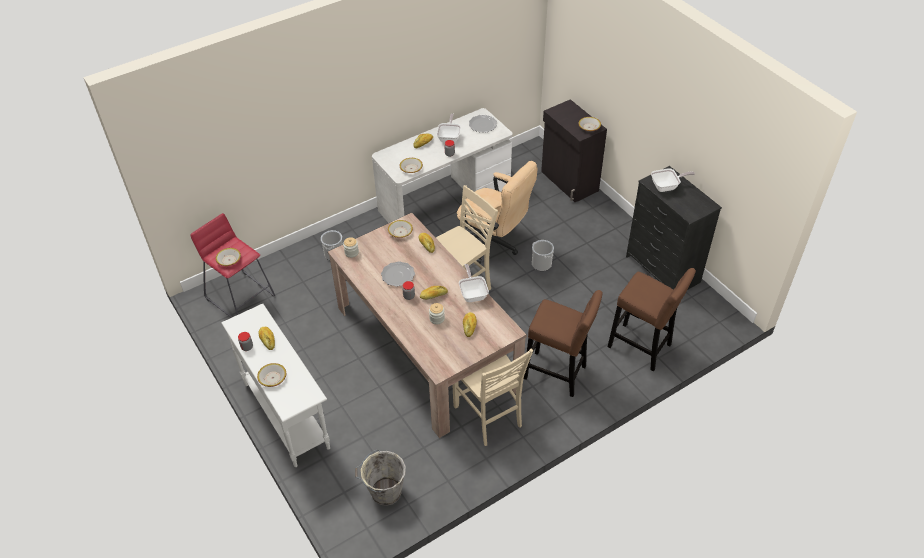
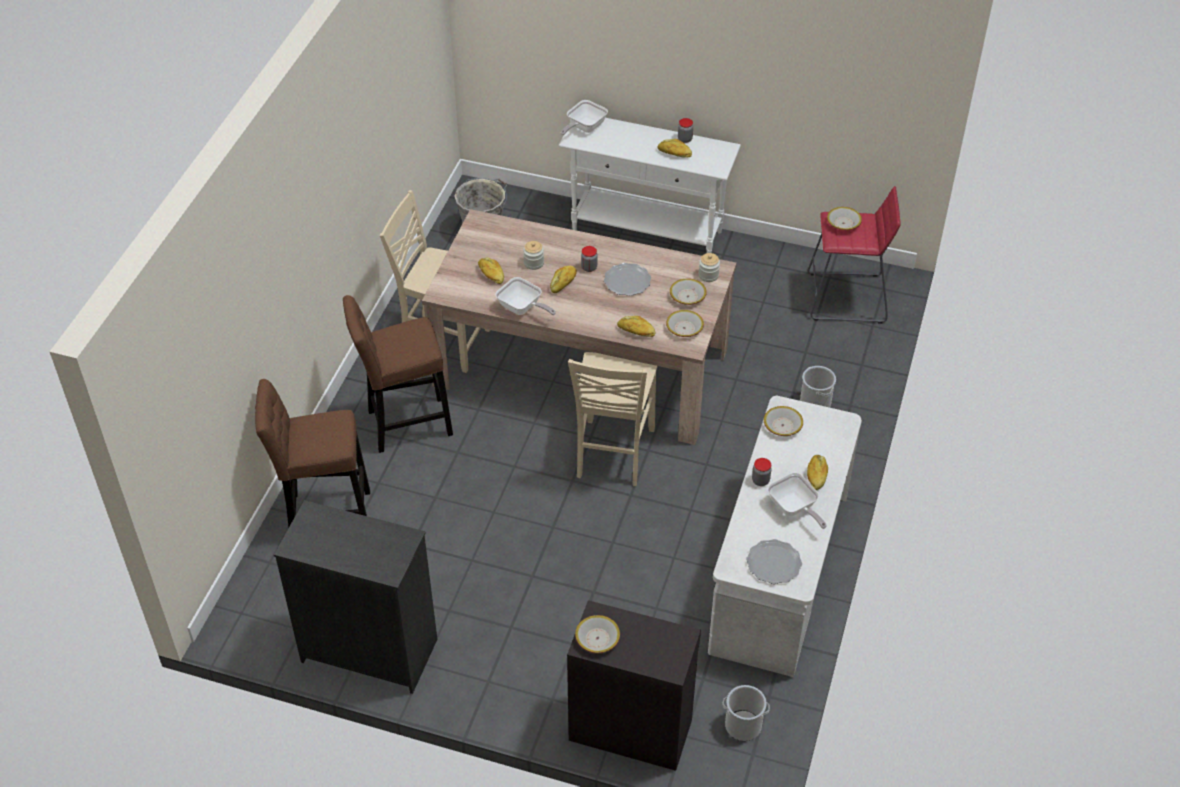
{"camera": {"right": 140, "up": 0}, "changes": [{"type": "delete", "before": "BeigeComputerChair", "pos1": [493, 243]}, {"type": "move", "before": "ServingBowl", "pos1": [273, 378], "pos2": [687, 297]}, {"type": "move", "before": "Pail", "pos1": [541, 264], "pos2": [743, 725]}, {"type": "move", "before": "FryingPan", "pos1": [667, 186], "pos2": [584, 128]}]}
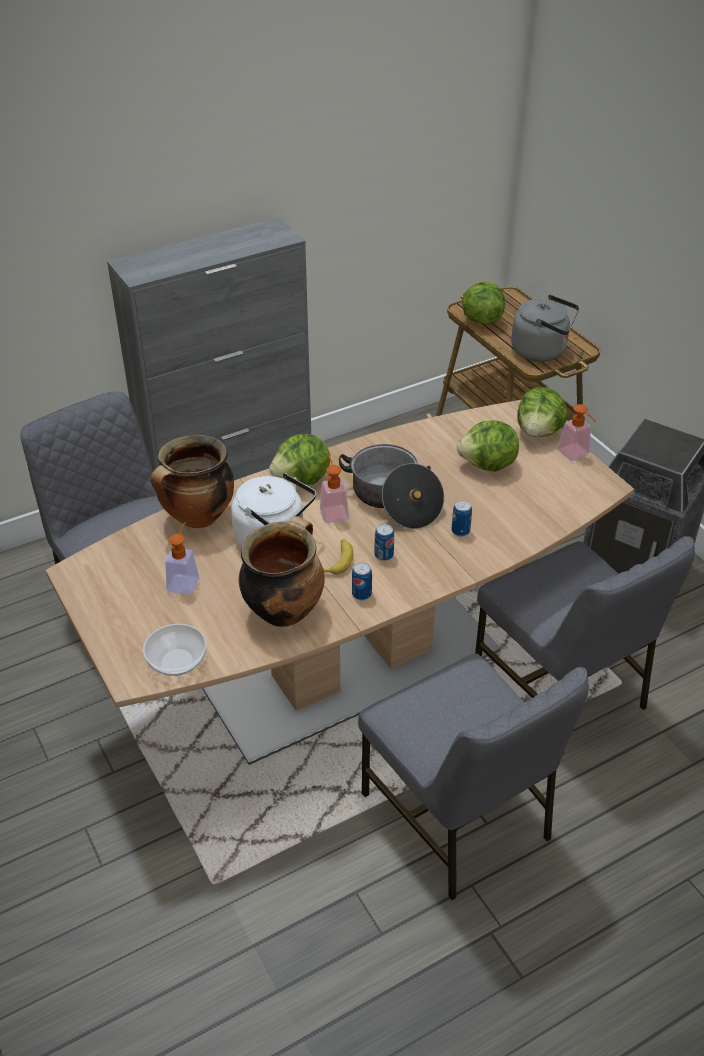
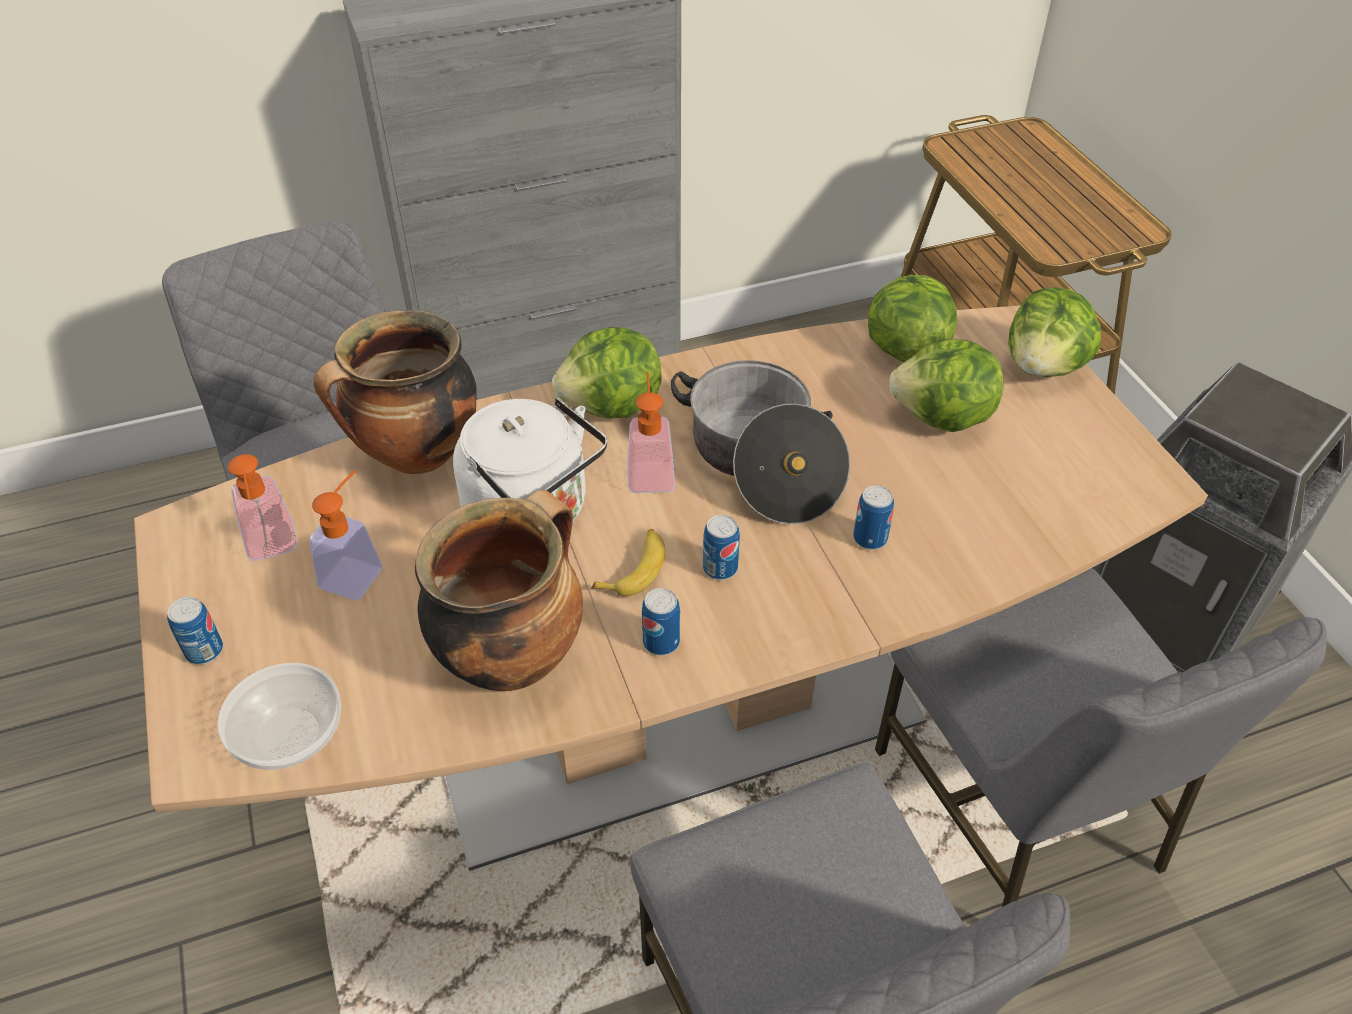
{"camera": {"right": 10, "up": 5}, "changes": [{"type": "delete", "before": "GreyWaterKettle", "pos1": [542, 351]}, {"type": "insert", "after": "MetalCan", "pos2": [204, 651]}, {"type": "move", "before": "HeadOfLettuce", "pos1": [480, 319], "pos2": [904, 349]}, {"type": "move", "before": "LiquidSoapBottle", "pos1": [576, 455], "pos2": [273, 548]}]}
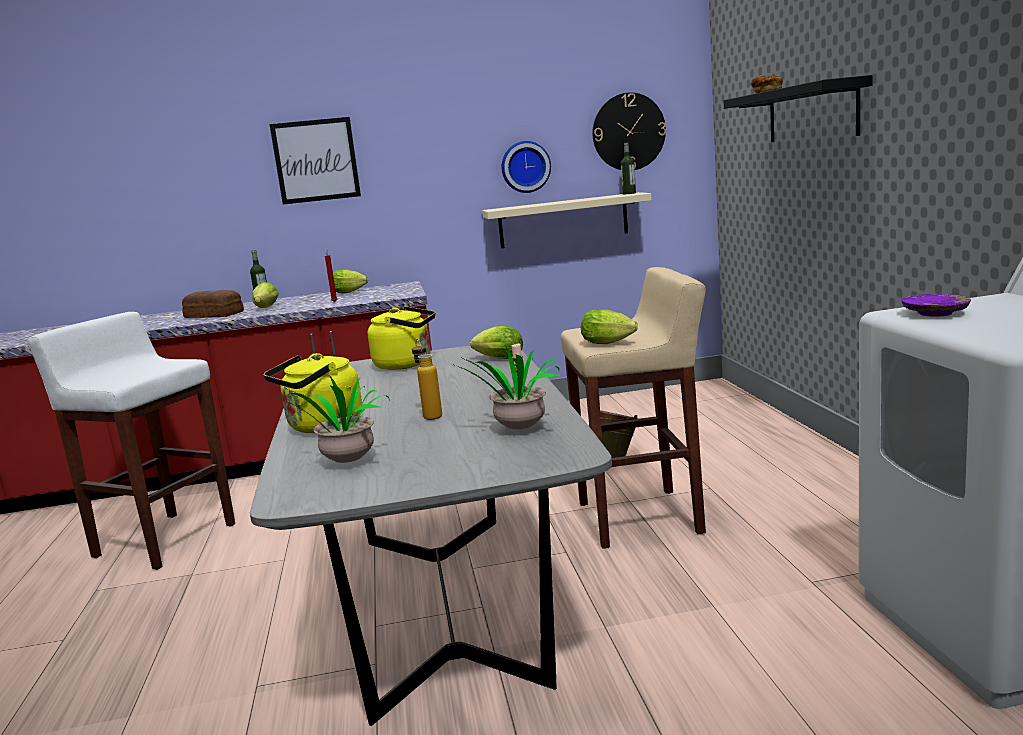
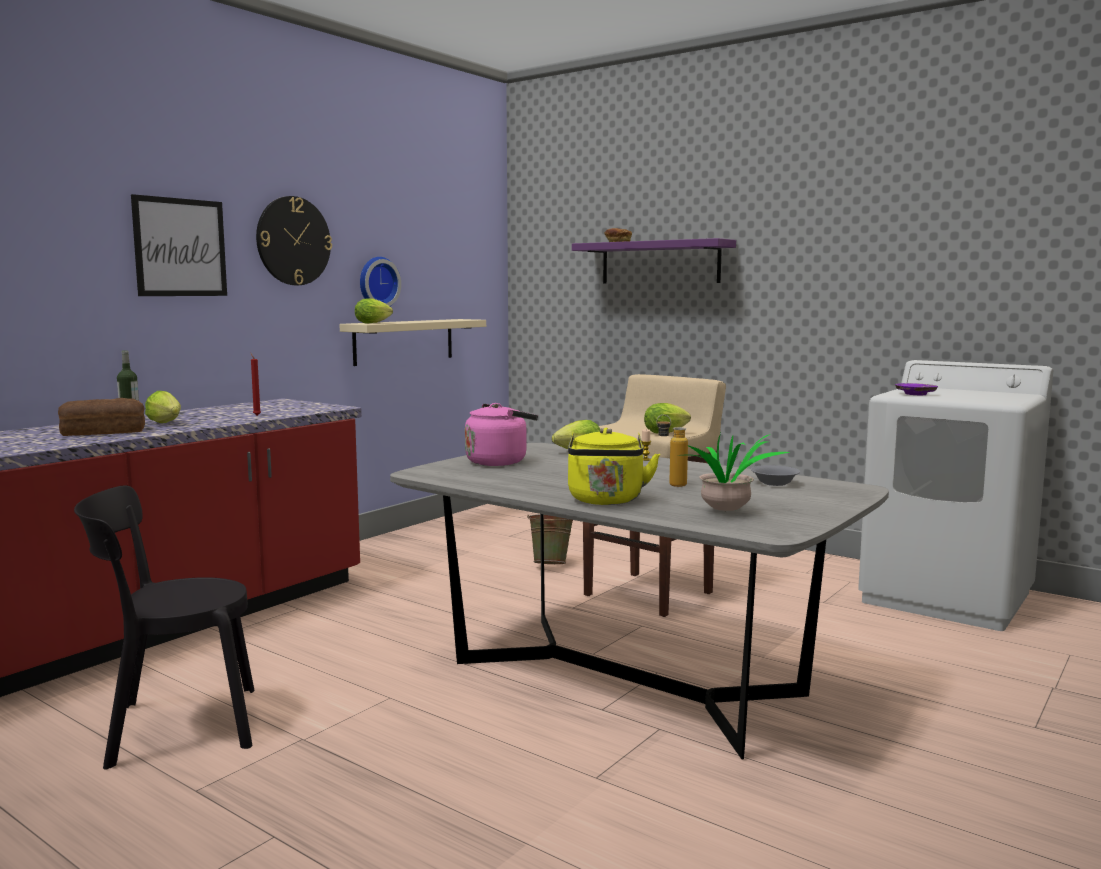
{"camera": {"right": -45, "up": -5}, "changes": [{"type": "delete", "before": "Bottle", "pos1": [629, 193]}, {"type": "move", "before": "HeadOfLettuce", "pos1": [351, 292], "pos2": [374, 323]}, {"type": "move", "before": "WallClock", "pos1": [628, 132], "pos2": [293, 241]}, {"type": "replace", "before": "WhiteColouredStoolSeat", "after": "BlackUprightChair", "pos1": [164, 540], "pos2": [175, 727]}, {"type": "replace", "before": "PottedPlant", "after": "GreyServingBowl", "pos1": [519, 431], "pos2": [774, 483]}, {"type": "recolor", "before": "YellowColouredWaterKettle", "after": "PinkColouredWaterKettle", "pos1": [407, 364], "pos2": [499, 461]}, {"type": "recolor", "before": "BlackBracketShelf", "after": "PurpleColouredBracketShelf", "pos1": [811, 113], "pos2": [660, 262]}]}
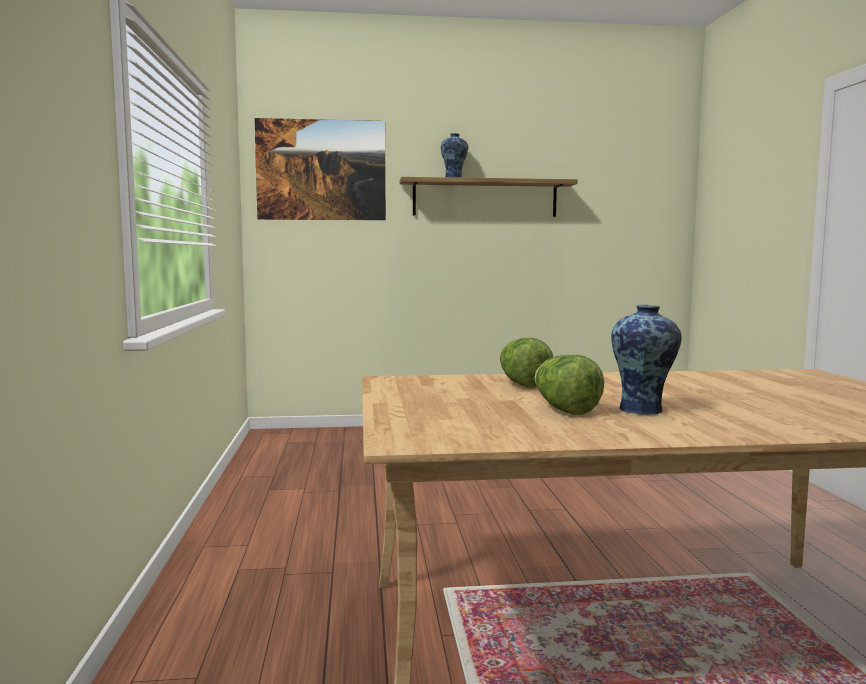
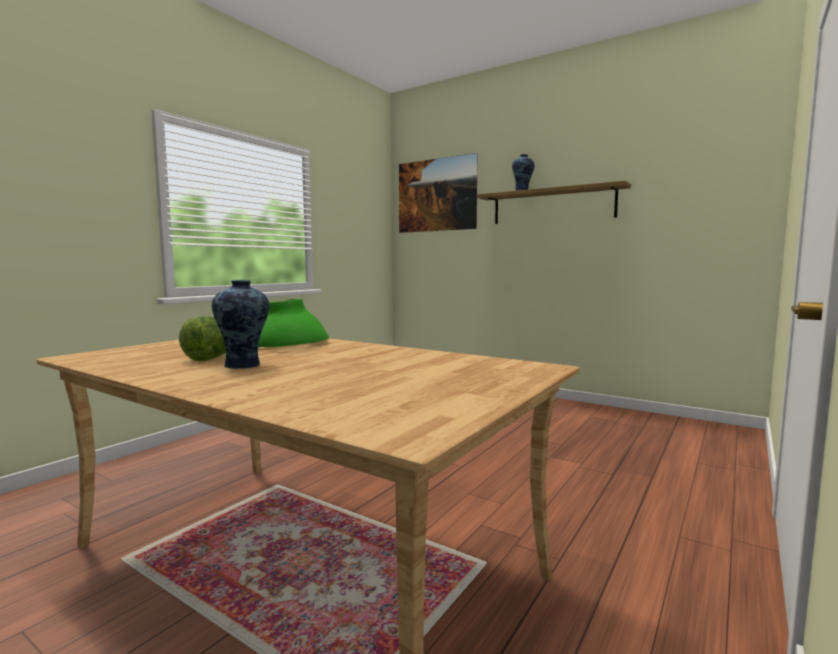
{"camera": {"right": 40, "up": 0}, "changes": [{"type": "replace", "before": "HeadOfLettuce", "after": "GreenColouredVase", "pos1": [522, 384], "pos2": [289, 343]}]}
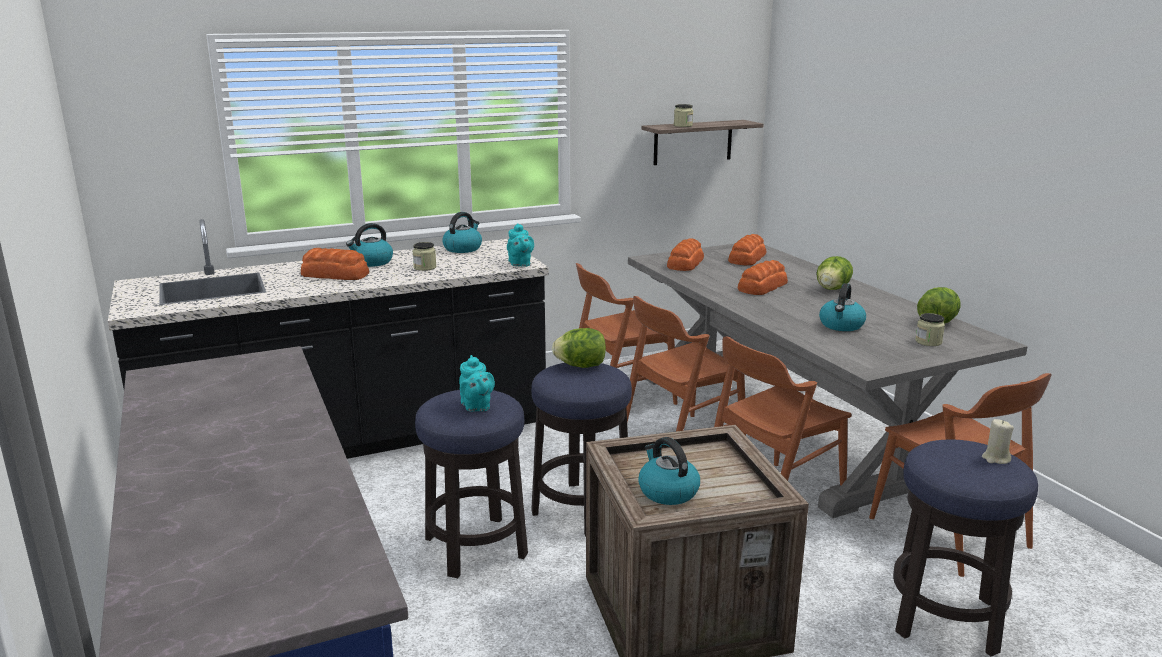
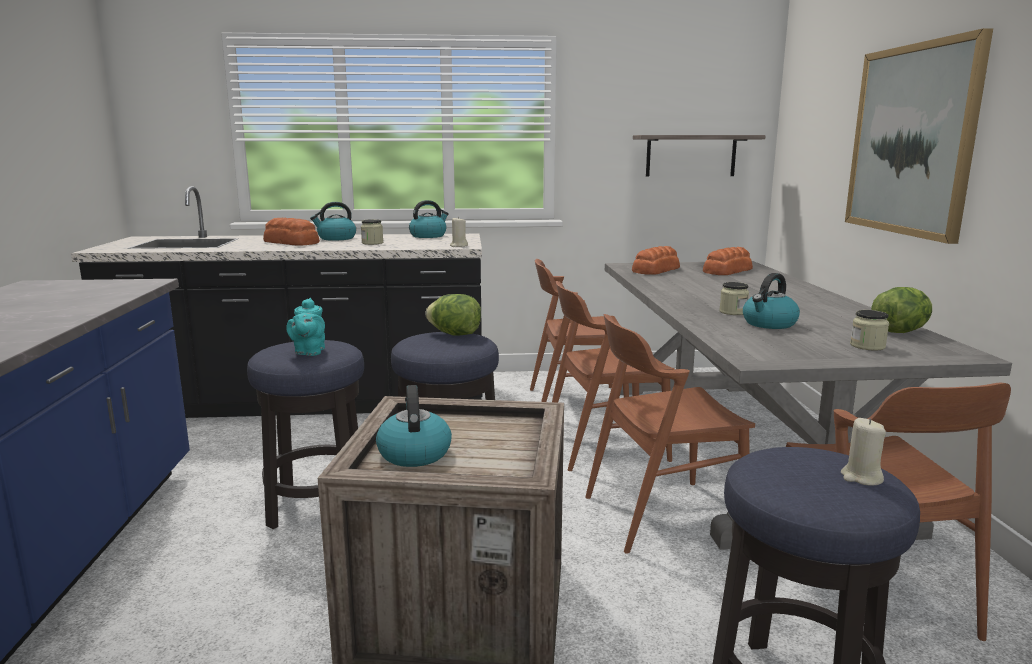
{"camera": {"right": 20, "up": -5}, "changes": [{"type": "delete", "before": "BakeryBread", "pos1": [761, 287]}, {"type": "delete", "before": "HeadOfLettuce", "pos1": [832, 289]}, {"type": "insert", "after": "WallArt", "pos2": [911, 140]}, {"type": "move", "before": "StorageJar", "pos1": [683, 125], "pos2": [733, 312]}, {"type": "replace", "before": "TurquoiseColouredTeapot", "after": "BeigeWaxLight", "pos1": [520, 264], "pos2": [458, 246]}]}
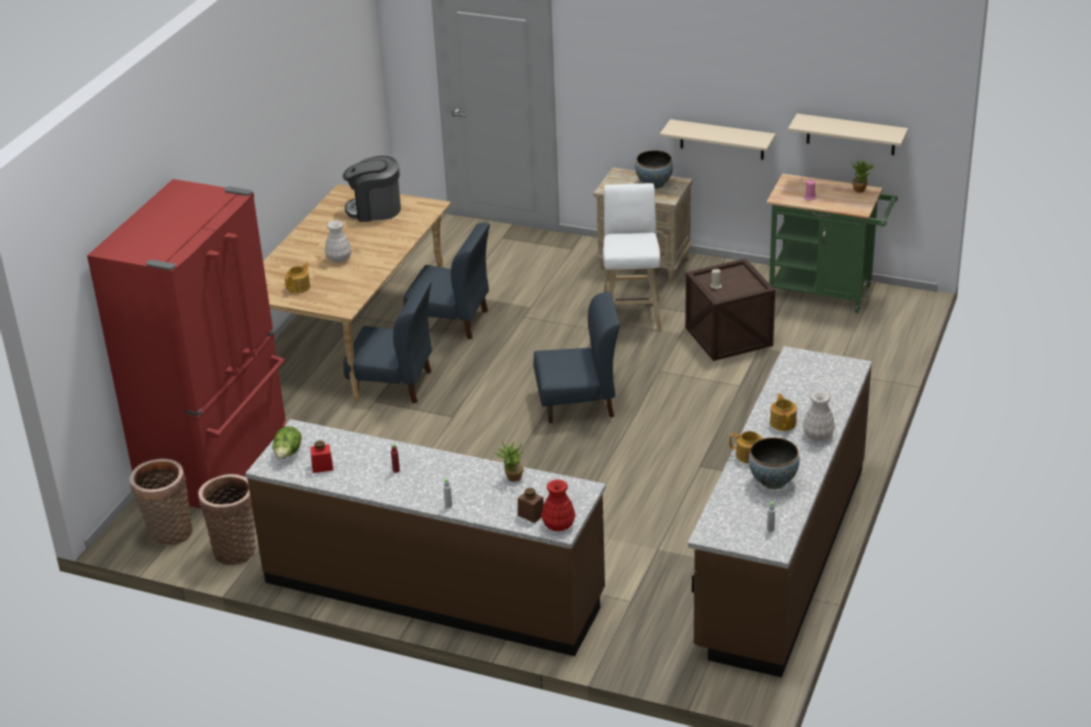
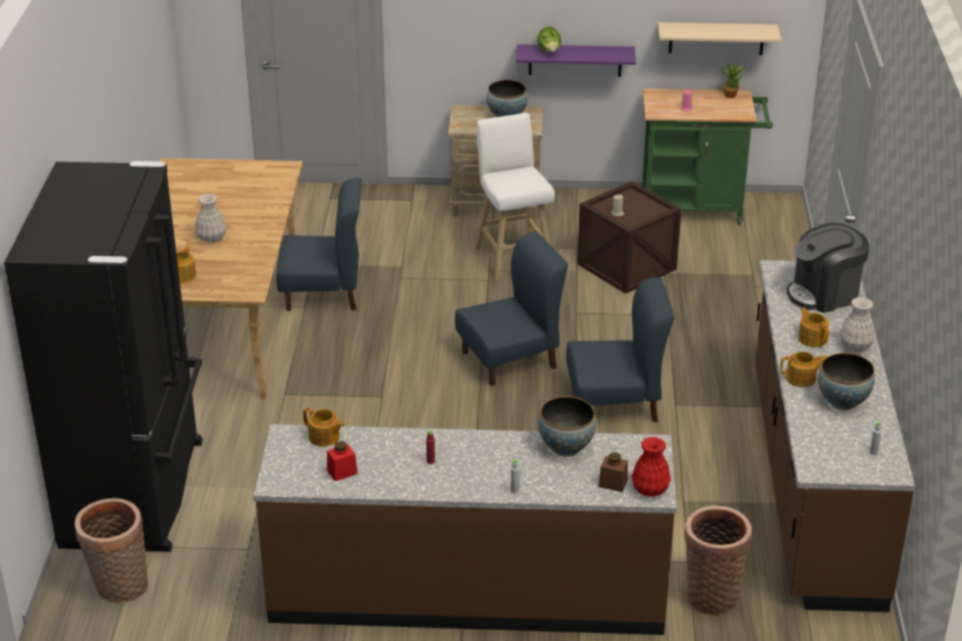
{"camera": {"right": -20, "up": 0}, "changes": [{"type": "insert", "after": "Teapot", "pos2": [324, 437]}, {"type": "move", "before": "Basket", "pos1": [235, 549], "pos2": [711, 595]}, {"type": "move", "before": "HeadOfLettuce", "pos1": [288, 454], "pos2": [549, 52]}, {"type": "move", "before": "CoffeeMaker", "pos1": [375, 210], "pos2": [824, 294]}, {"type": "move", "before": "BluishUprightChair", "pos1": [393, 384], "pos2": [615, 403]}, {"type": "replace", "before": "PottedPlant", "after": "ServingBowl", "pos1": [511, 478], "pos2": [566, 447]}, {"type": "recolor", "before": "ReddishRefrigerator", "after": "BlackRefrigerator", "pos1": [219, 461], "pos2": [137, 492]}, {"type": "recolor", "before": "BeigeBracketShelf", "after": "PurpleColouredBracketShelf", "pos1": [722, 139], "pos2": [575, 60]}]}
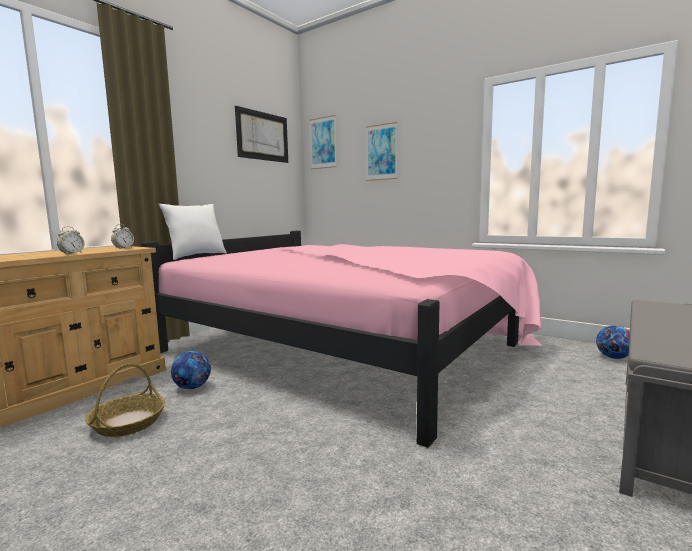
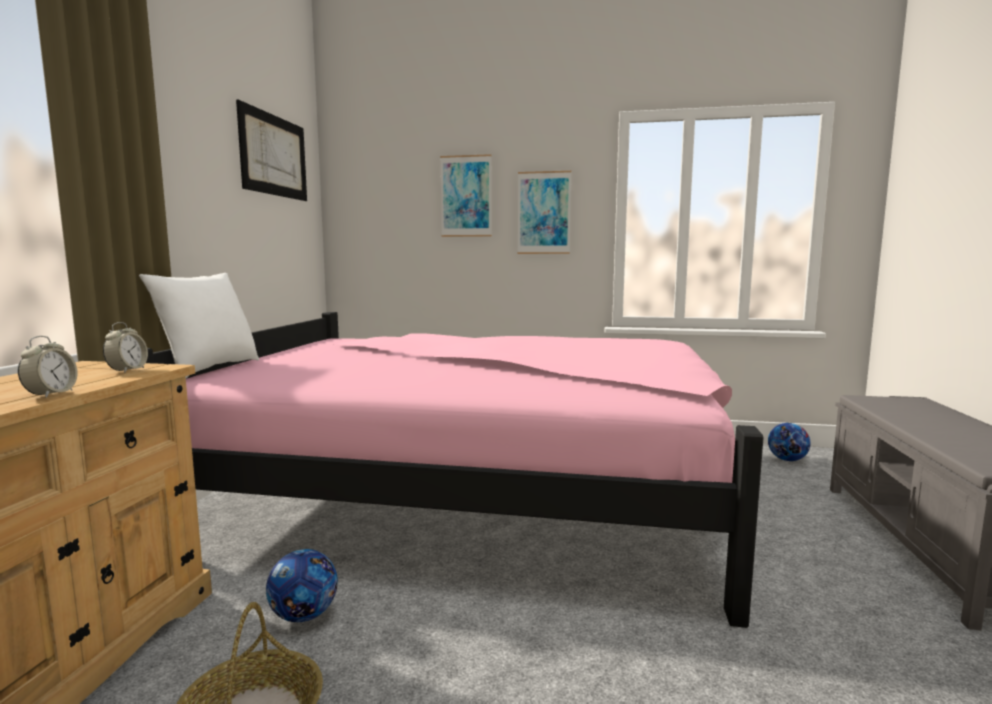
{"camera": {"right": -25, "up": 0}, "changes": [{"type": "move", "before": "WallArt", "pos1": [323, 143], "pos2": [544, 213]}]}
